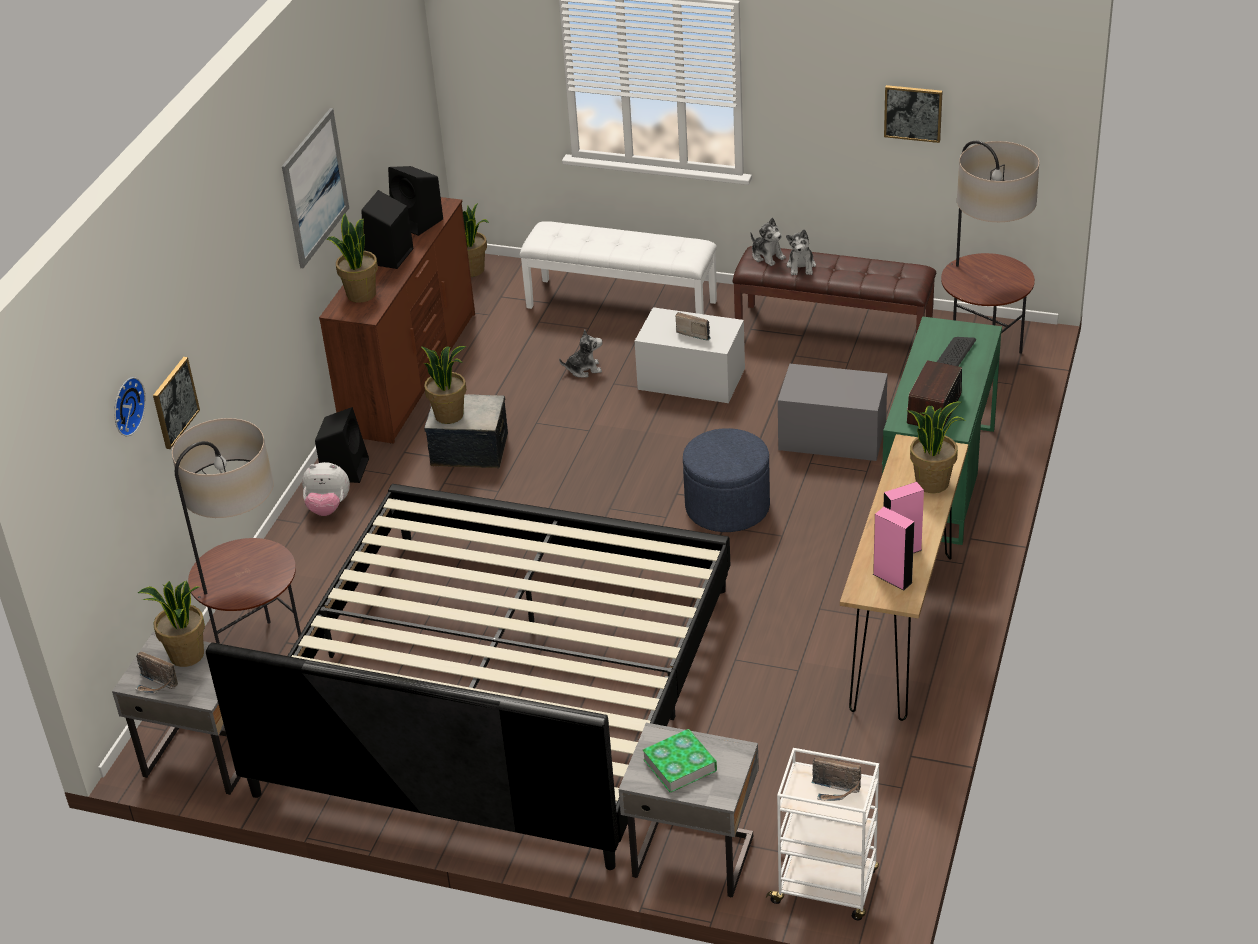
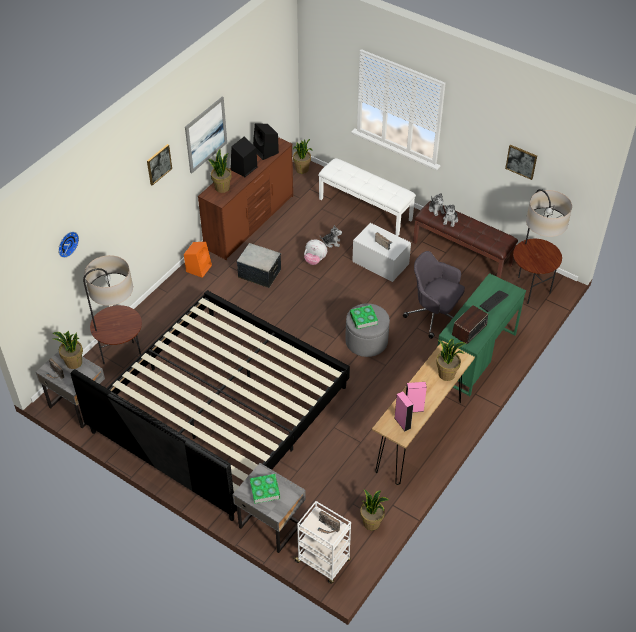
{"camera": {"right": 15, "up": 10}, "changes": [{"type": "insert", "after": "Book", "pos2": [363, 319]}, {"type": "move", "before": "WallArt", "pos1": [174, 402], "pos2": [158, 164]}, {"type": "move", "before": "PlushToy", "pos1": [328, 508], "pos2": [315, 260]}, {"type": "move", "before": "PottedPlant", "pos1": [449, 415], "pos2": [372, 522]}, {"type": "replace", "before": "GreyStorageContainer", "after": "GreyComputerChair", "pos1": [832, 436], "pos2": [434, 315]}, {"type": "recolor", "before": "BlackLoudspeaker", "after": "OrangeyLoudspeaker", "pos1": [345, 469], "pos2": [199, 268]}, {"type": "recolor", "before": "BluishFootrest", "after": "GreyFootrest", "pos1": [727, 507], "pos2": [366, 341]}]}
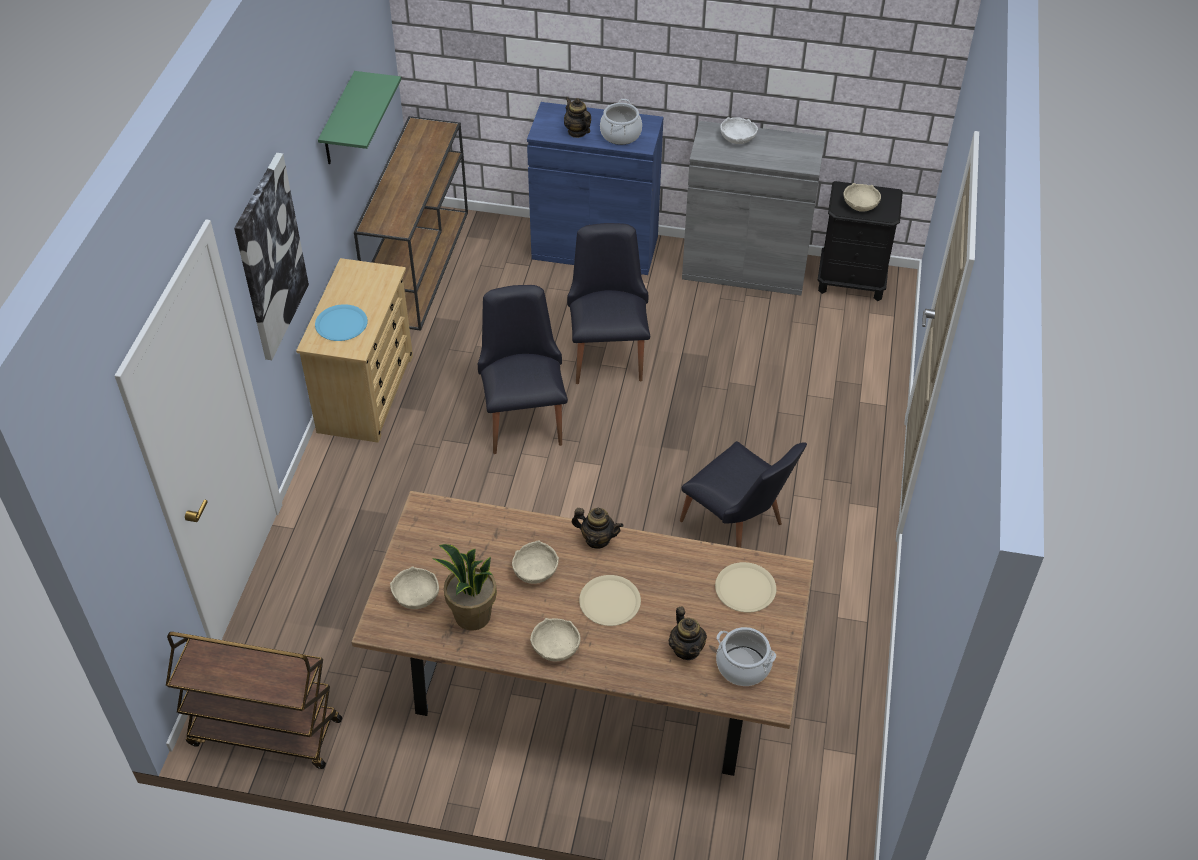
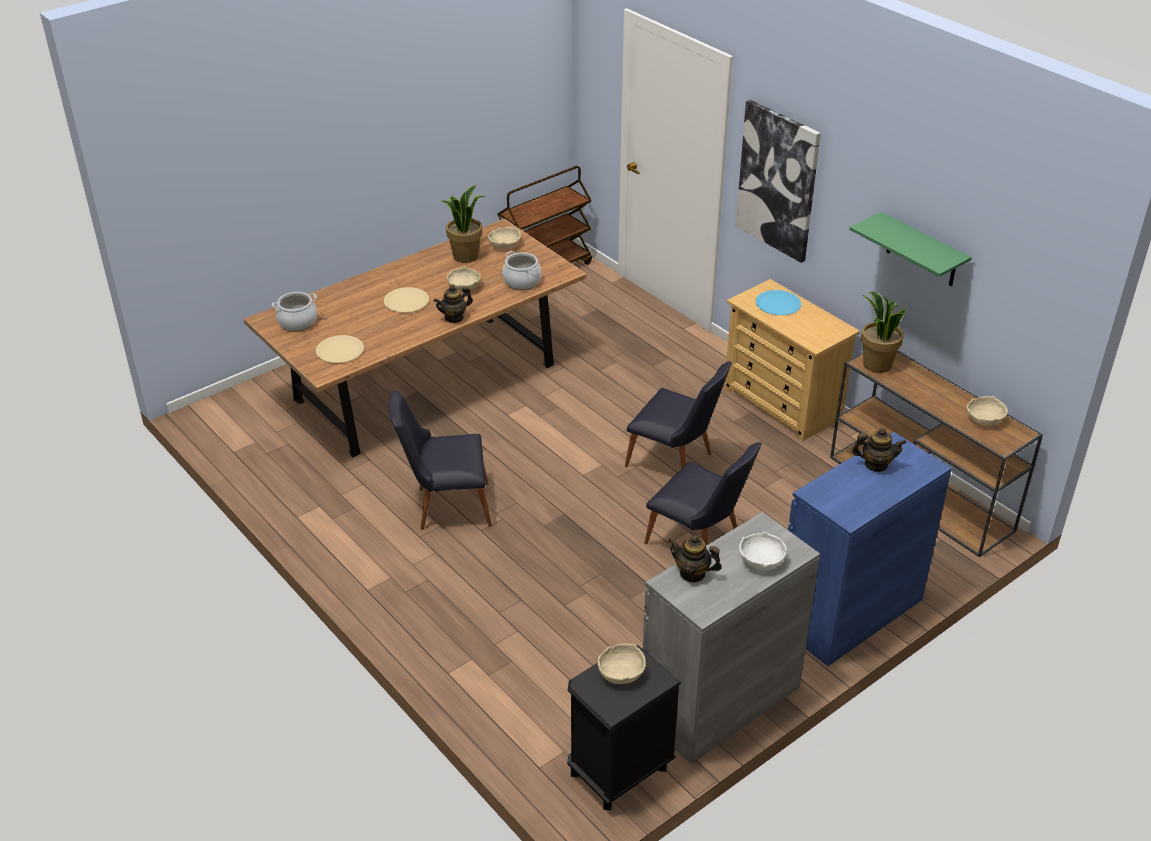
{"camera": {"right": 130, "up": -10}, "changes": [{"type": "insert", "after": "PottedPlant", "pos2": [876, 365]}, {"type": "move", "before": "BeigeServingBowl", "pos1": [556, 648], "pos2": [983, 420]}, {"type": "move", "before": "Stockpot", "pos1": [620, 134], "pos2": [522, 281]}, {"type": "move", "before": "Teapot", "pos1": [686, 649], "pos2": [692, 573]}]}
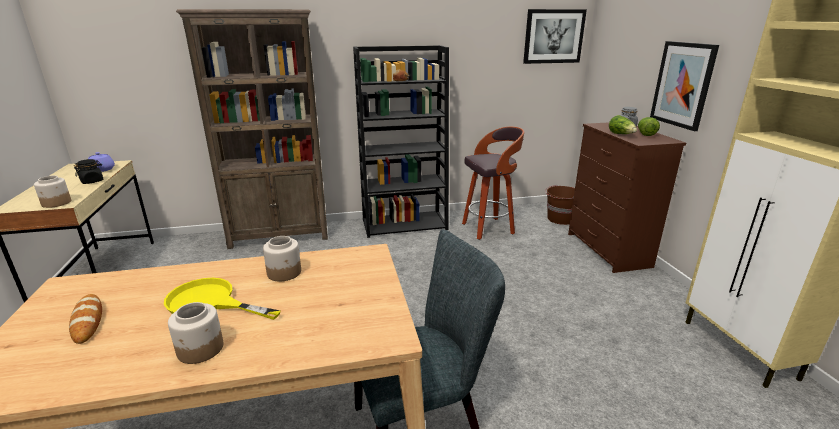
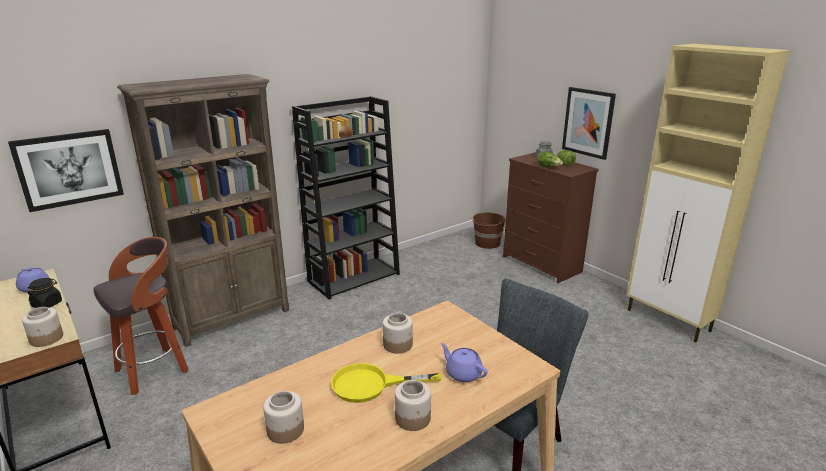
{"camera": {"right": -25, "up": 0}, "changes": [{"type": "insert", "after": "PurpleColouredTeapot", "pos2": [462, 373]}, {"type": "move", "before": "StoolSeat", "pos1": [489, 228], "pos2": [154, 370]}, {"type": "move", "before": "WallArt", "pos1": [553, 36], "pos2": [69, 169]}, {"type": "replace", "before": "BakeryBread", "after": "StorageJar", "pos1": [87, 321], "pos2": [286, 430]}]}
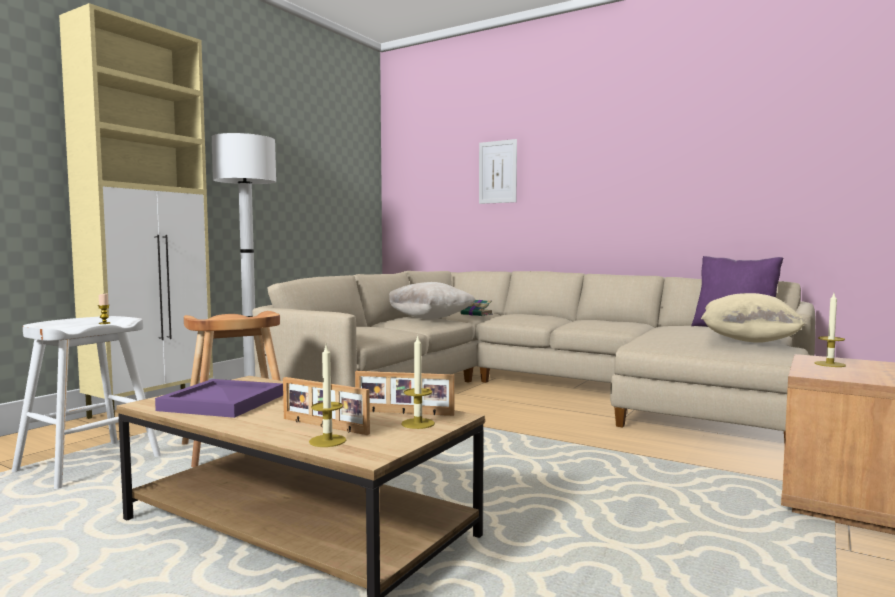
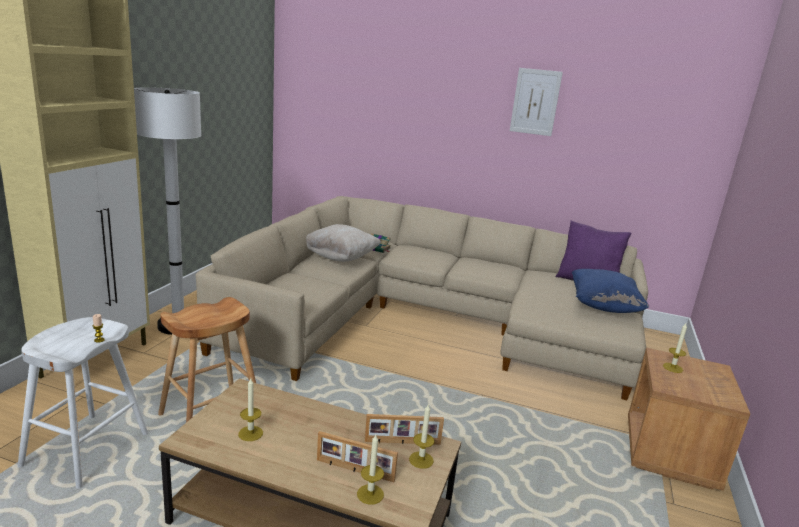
{"camera": {"right": -15, "up": 15}, "changes": [{"type": "move", "before": "WallArt", "pos1": [497, 172], "pos2": [535, 102]}, {"type": "replace", "before": "PurpleColouredTray", "after": "WaxLight", "pos1": [224, 402], "pos2": [250, 433]}, {"type": "recolor", "before": "BeigeCushion", "after": "BluishCushion", "pos1": [749, 340], "pos2": [603, 307]}]}
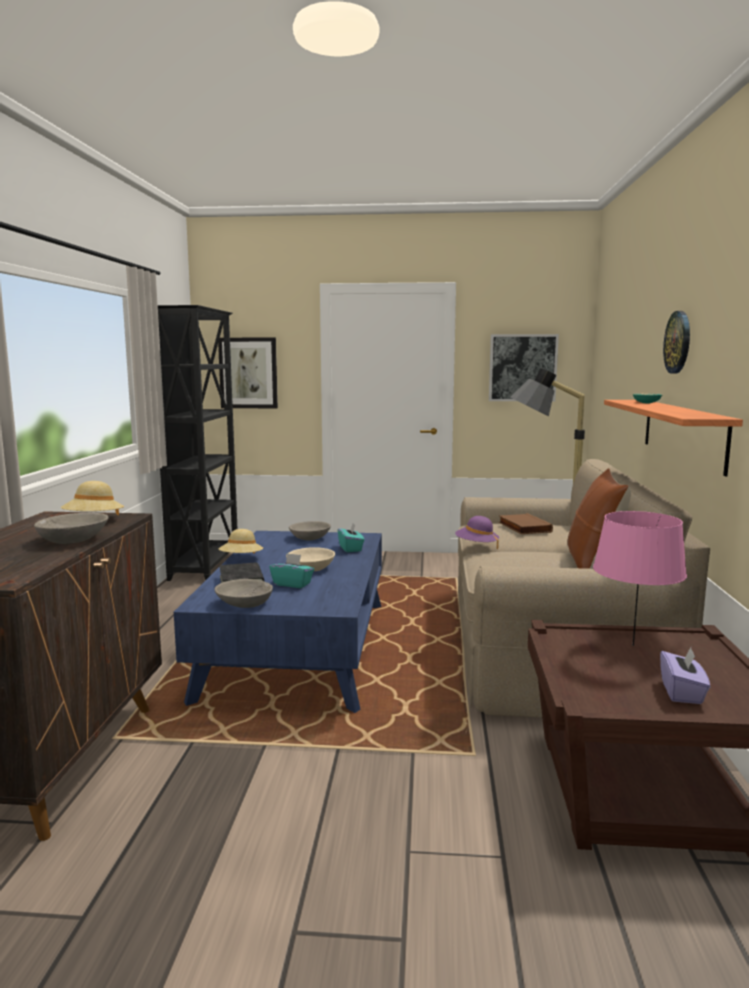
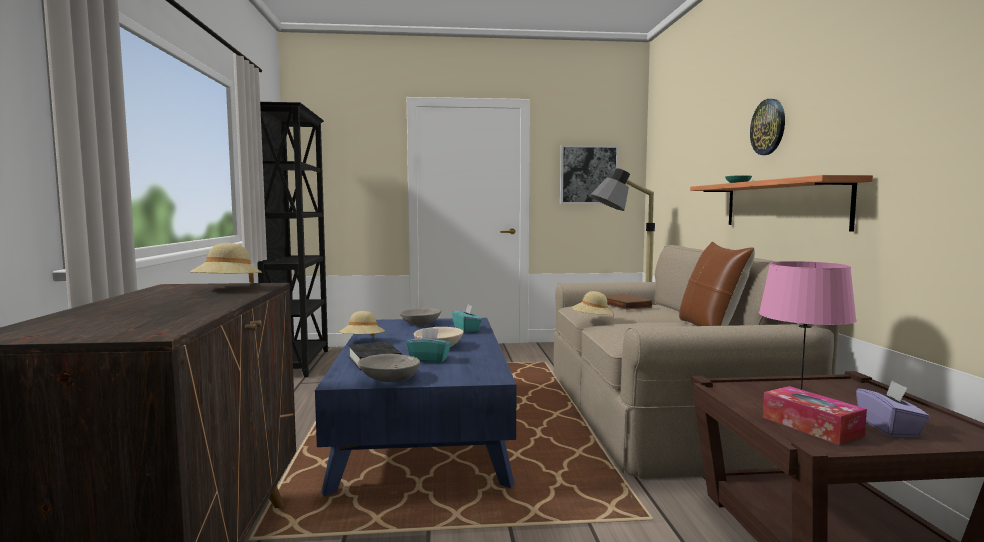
{"camera": {"right": -10, "up": -5}, "changes": [{"type": "delete", "before": "GreyServingBowl", "pos1": [73, 539]}, {"type": "delete", "before": "WallArt", "pos1": [248, 373]}, {"type": "insert", "after": "TissueBox", "pos2": [811, 426]}, {"type": "recolor", "before": "PurpleColouredClothingHat", "after": "BeigeClothingHat", "pos1": [476, 546], "pos2": [592, 320]}]}
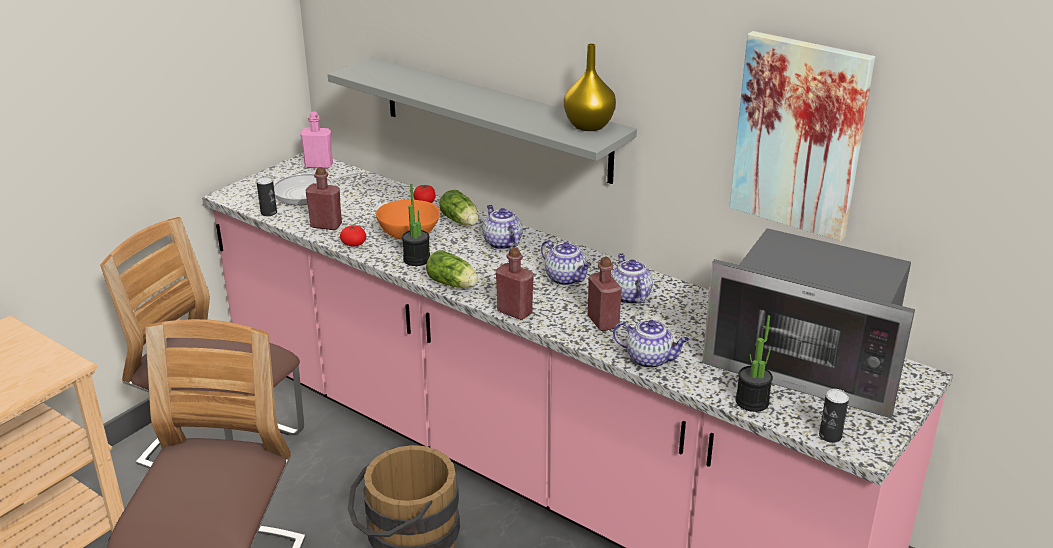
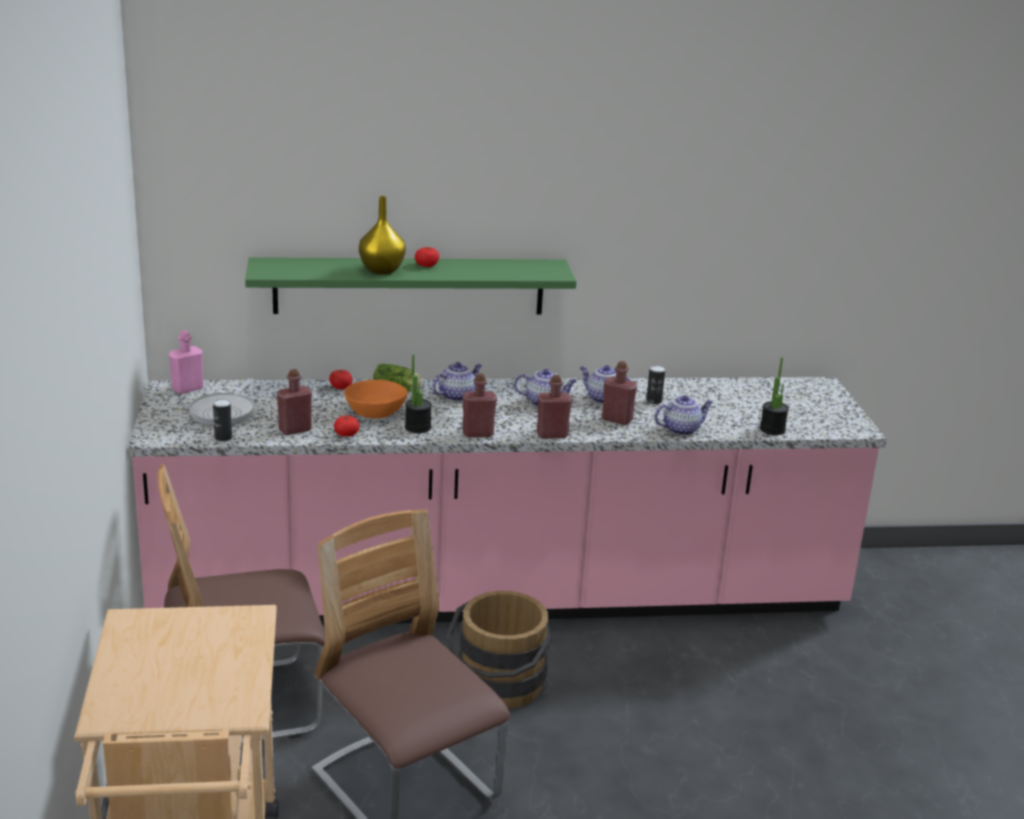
{"camera": {"right": -45, "up": -5}, "changes": [{"type": "delete", "before": "MicrowaveOven", "pos1": [807, 364]}, {"type": "delete", "before": "WallArt", "pos1": [799, 135]}, {"type": "insert", "after": "Tomato", "pos2": [427, 265]}, {"type": "move", "before": "YellowColouredVase", "pos1": [588, 125], "pos2": [381, 270]}, {"type": "move", "before": "MetalCan", "pos1": [830, 436], "pos2": [654, 401]}, {"type": "replace", "before": "HeadOfLettuce", "after": "ReddishBottle", "pos1": [454, 284], "pos2": [478, 433]}, {"type": "recolor", "before": "GreyBracketShelf", "after": "GreenColouredBracketShelf", "pos1": [494, 118], "pos2": [409, 286]}, {"type": "rotate", "before": "Teapot", "pos1": [501, 243], "pos2": [457, 395], "turn": 120}]}
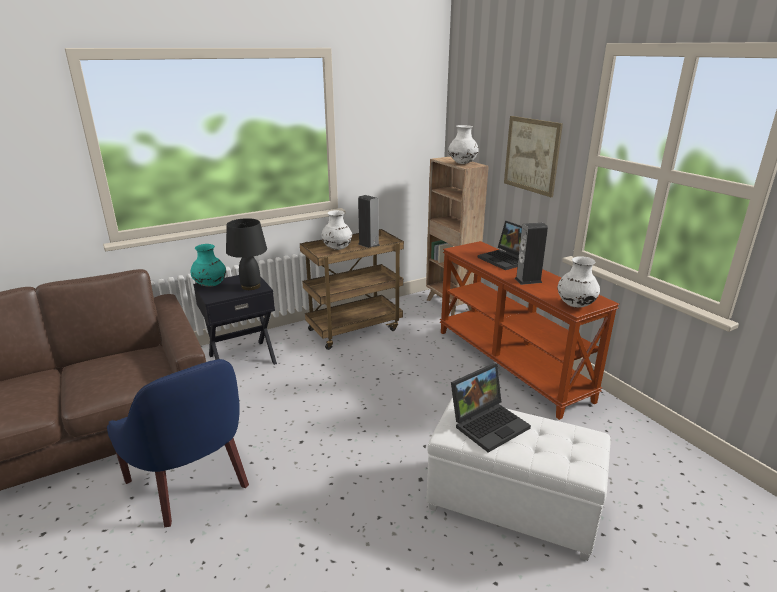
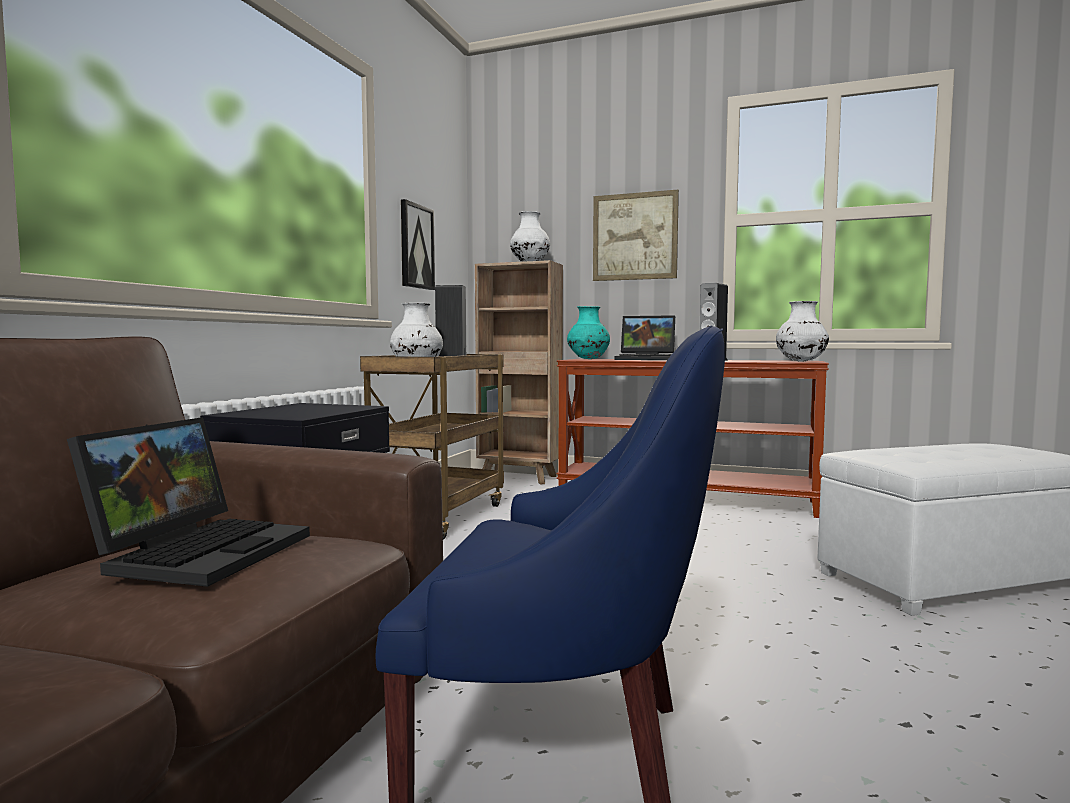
{"camera": {"right": -40, "up": -20}, "changes": [{"type": "delete", "before": "BlackLampForATable", "pos1": [251, 286]}, {"type": "insert", "after": "WallArt", "pos2": [416, 246]}, {"type": "move", "before": "TurquoiseColouredVase", "pos1": [210, 285], "pos2": [588, 359]}, {"type": "move", "before": "PortableComputer", "pos1": [489, 423], "pos2": [202, 550]}]}
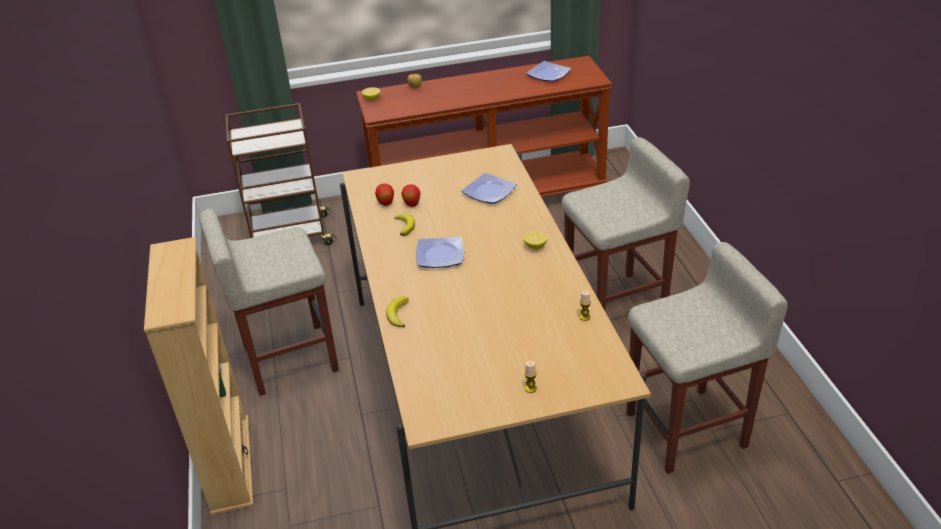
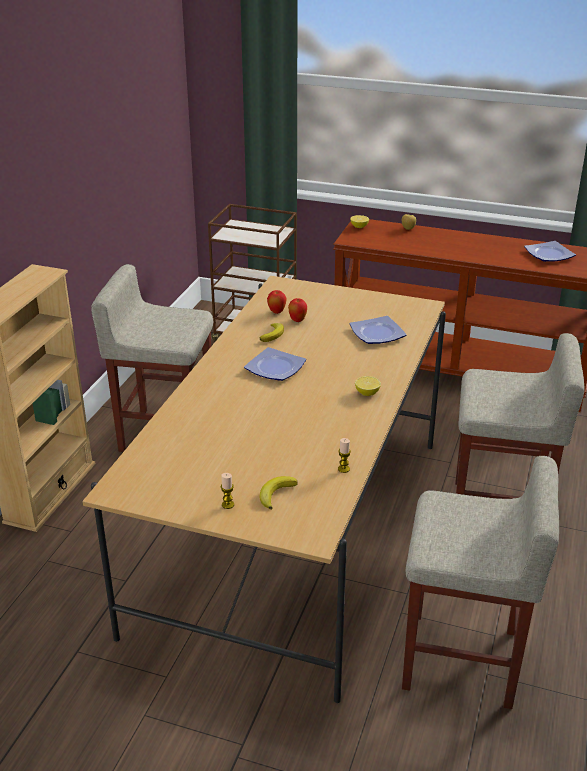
{"camera": {"right": 30, "up": -5}, "changes": [{"type": "move", "before": "BananaFruit", "pos1": [397, 314], "pos2": [276, 494]}]}
